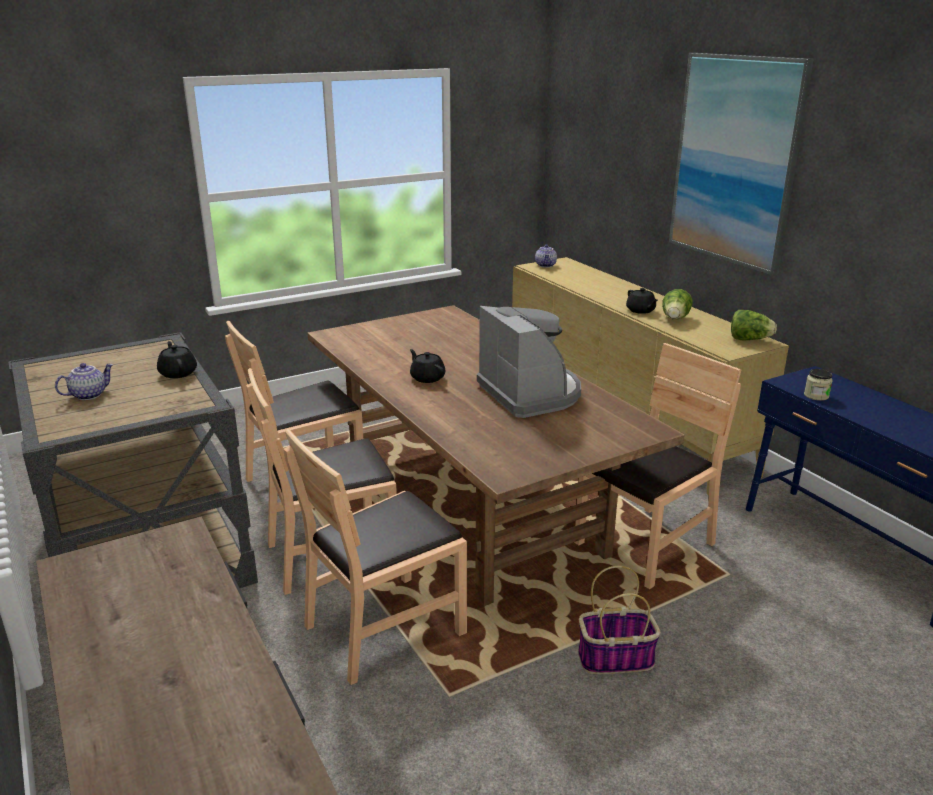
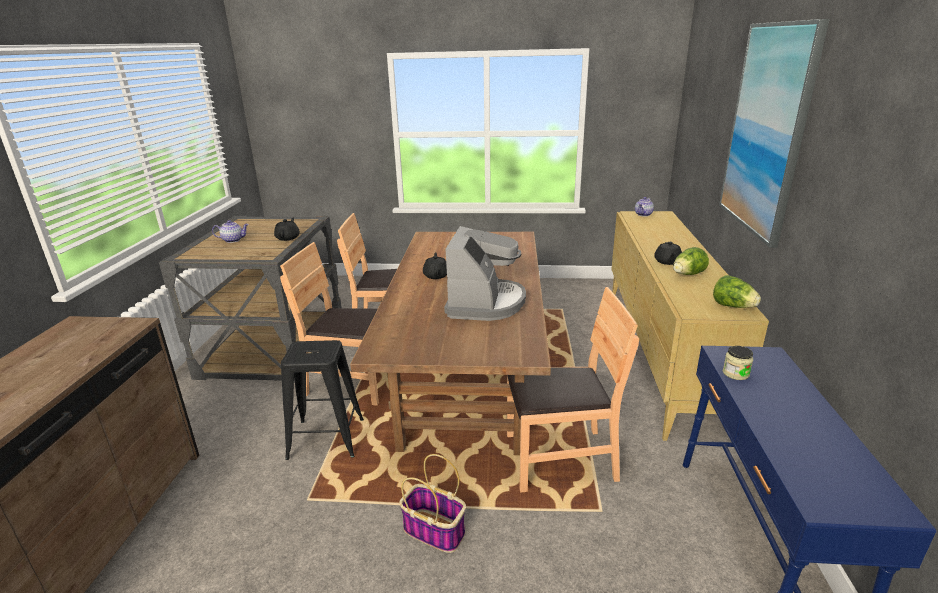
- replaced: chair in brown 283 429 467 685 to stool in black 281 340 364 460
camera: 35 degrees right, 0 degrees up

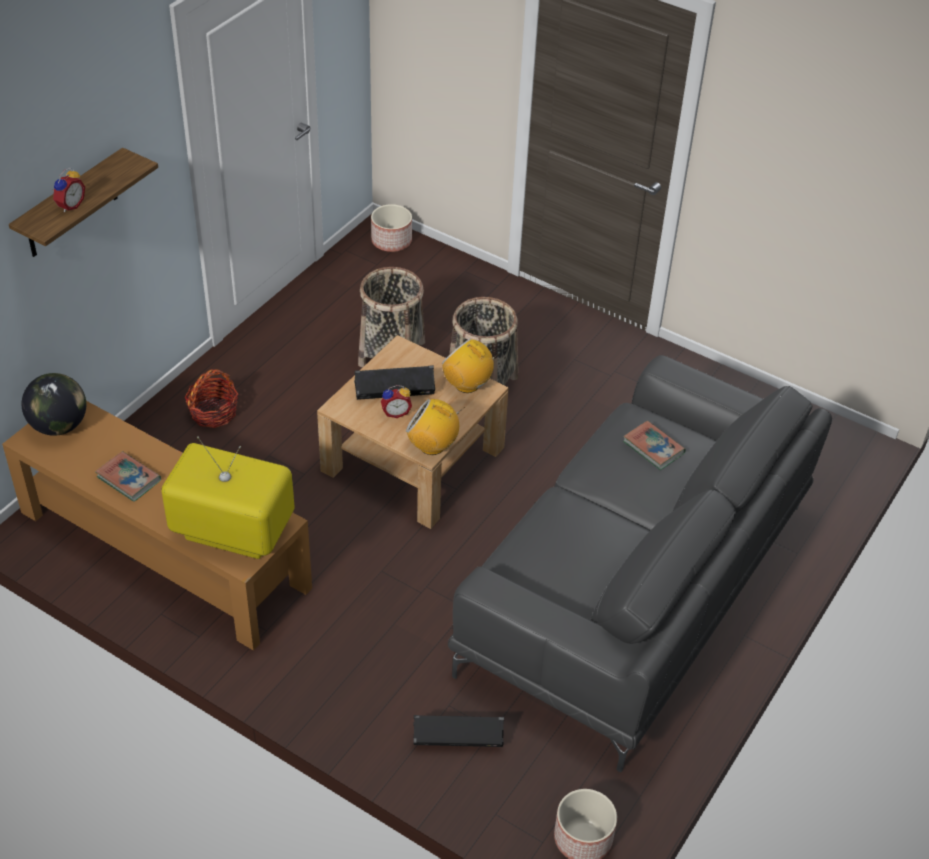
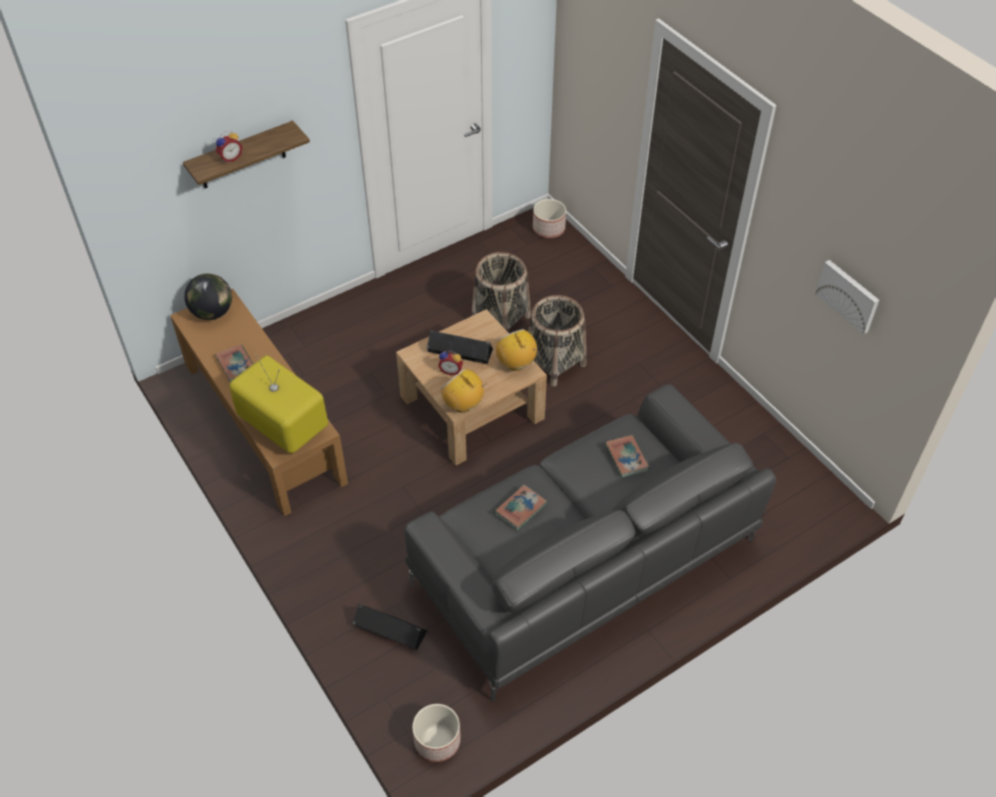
- removed: basket 185 369 238 428
- added: picture 815 260 879 334
- added: book 494 485 547 531
camera: 25 degrees right, 5 degrees up

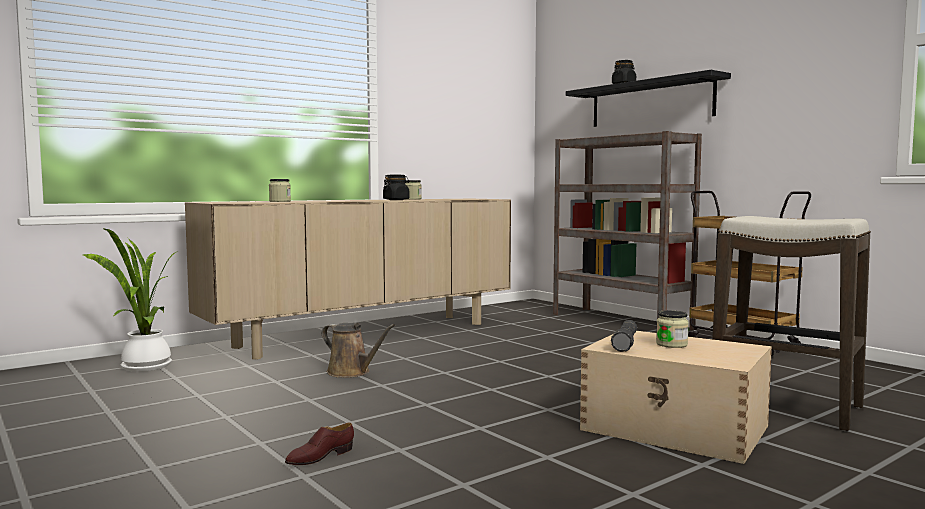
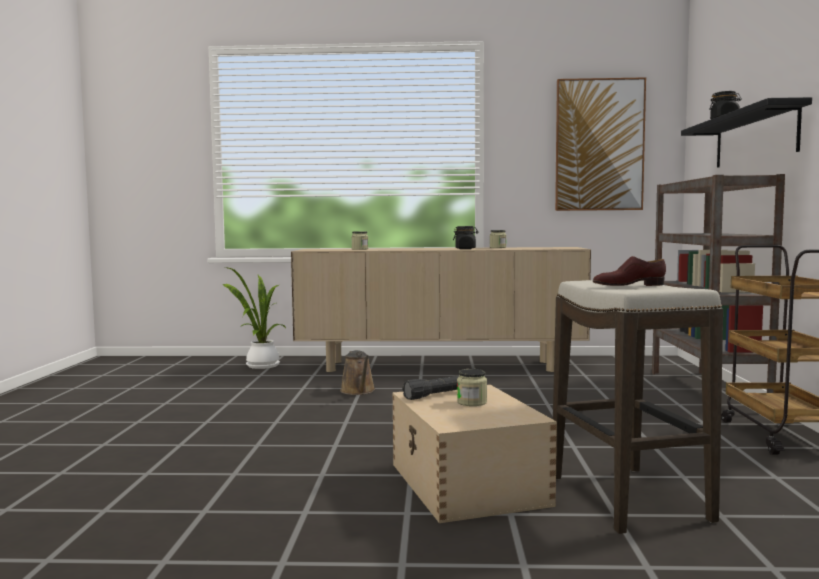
- moved: shoe in brown 285 423 354 465 to 593 256 666 286
- added: picture 555 77 646 211
camera: 40 degrees right, 0 degrees up

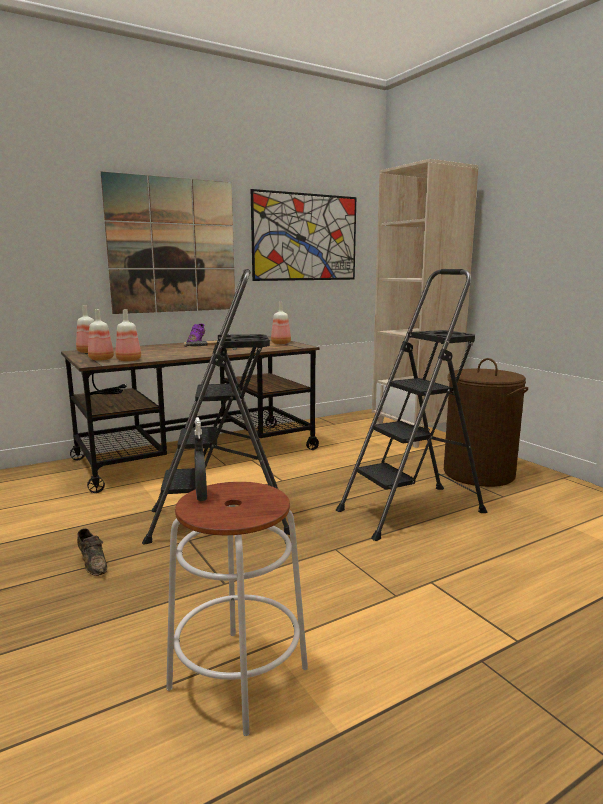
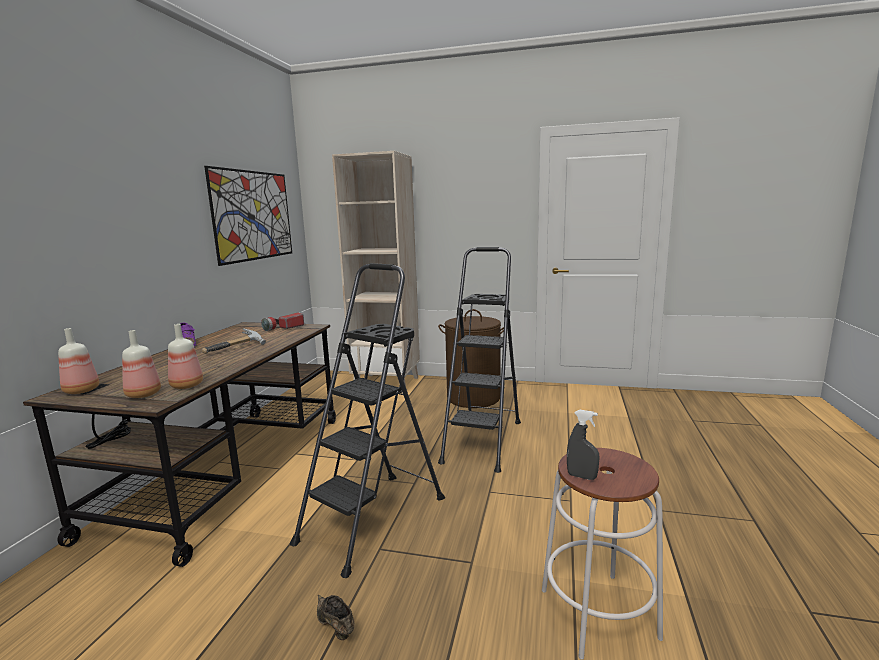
- removed: picture 101 172 235 314
- replaced: bottle 271 302 291 344 to flashlight 261 313 304 331
- turned: shoe in brown 77 528 107 576 = 317 595 355 640 135 degrees counterclockwise
camera: 45 degrees left, 0 degrees up

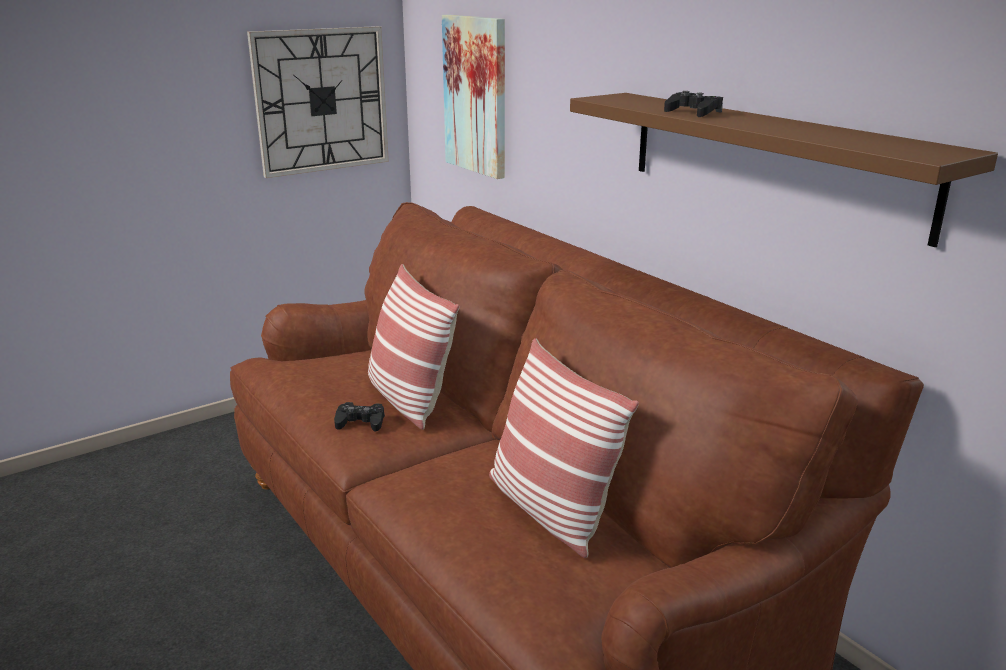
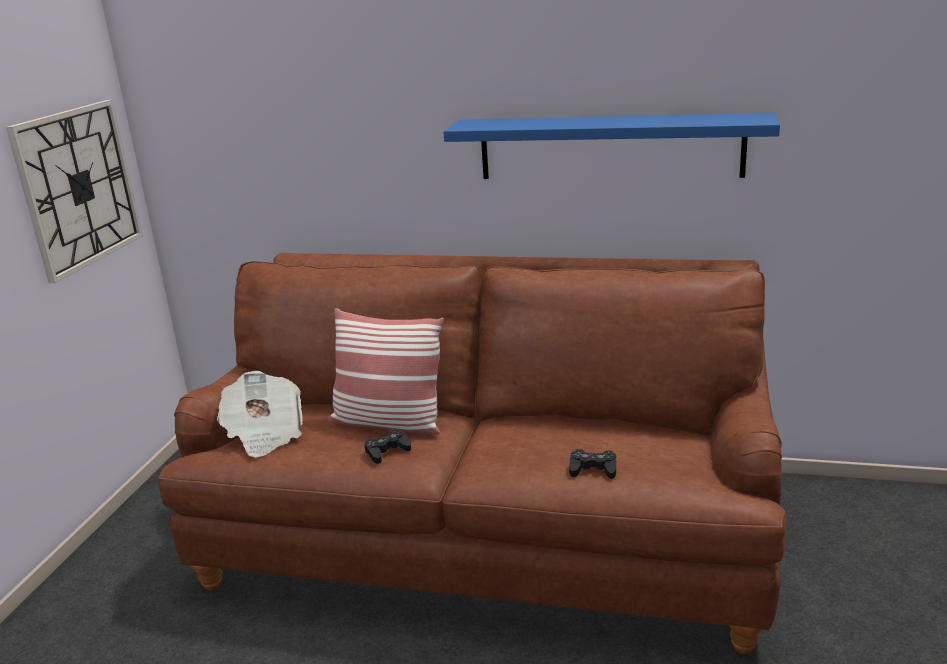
- removed: picture 442 15 505 179
- moved: game controller in black 664 91 723 117 to 569 449 616 479
- recoloured: shelf in brown 570 93 998 247 to shelf in blue 443 113 780 179
- removed: pillow 489 338 639 558
- added: newspaper 217 371 303 458
camera: 40 degrees left, 0 degrees up

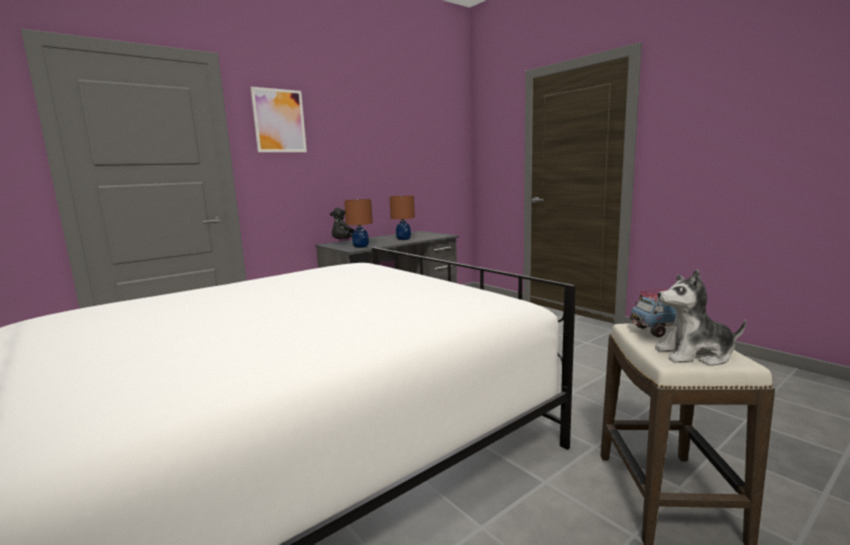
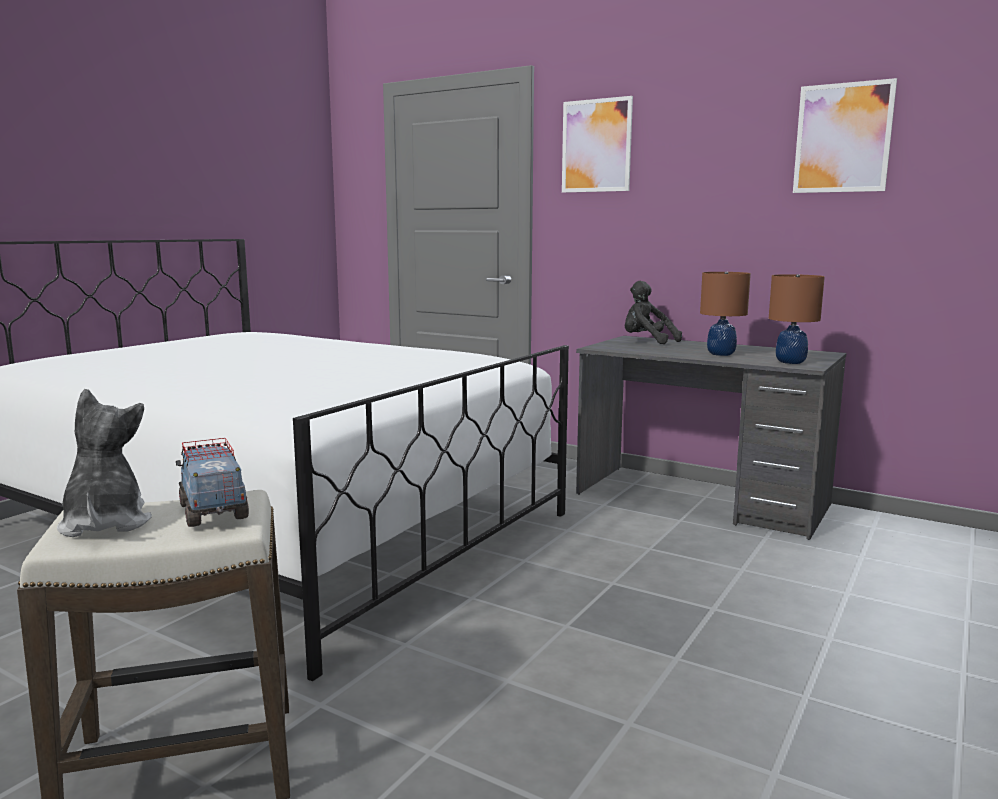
- moved: table lamp in brown 344 199 373 248 to 769 274 825 364
- added: picture 793 78 897 193
camera: 70 degrees right, 0 degrees up

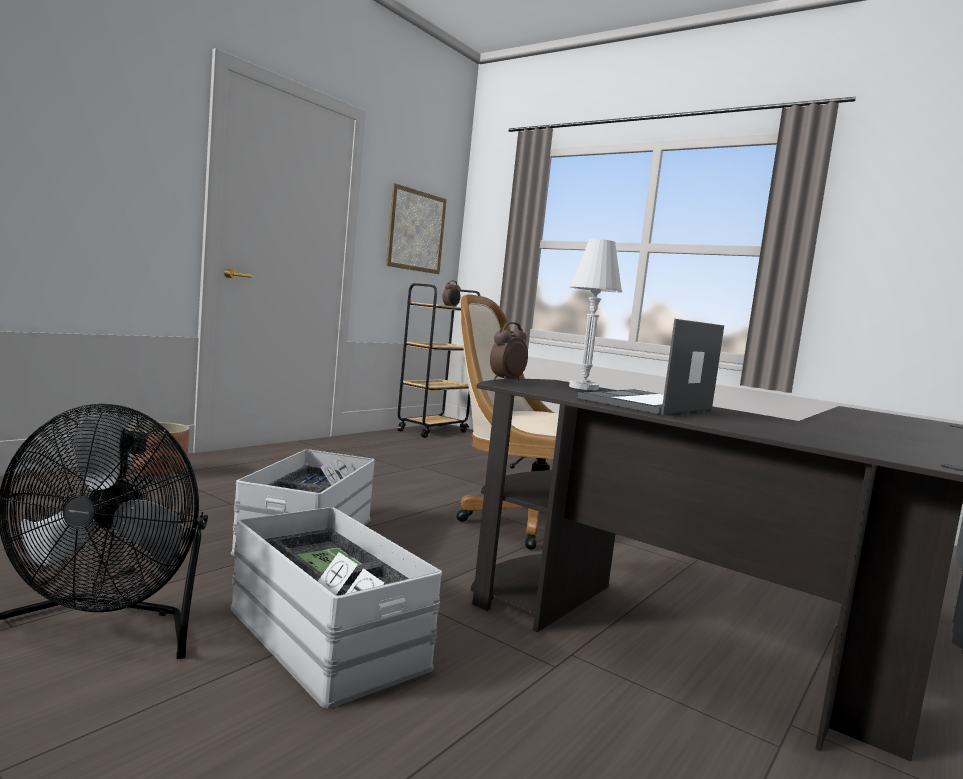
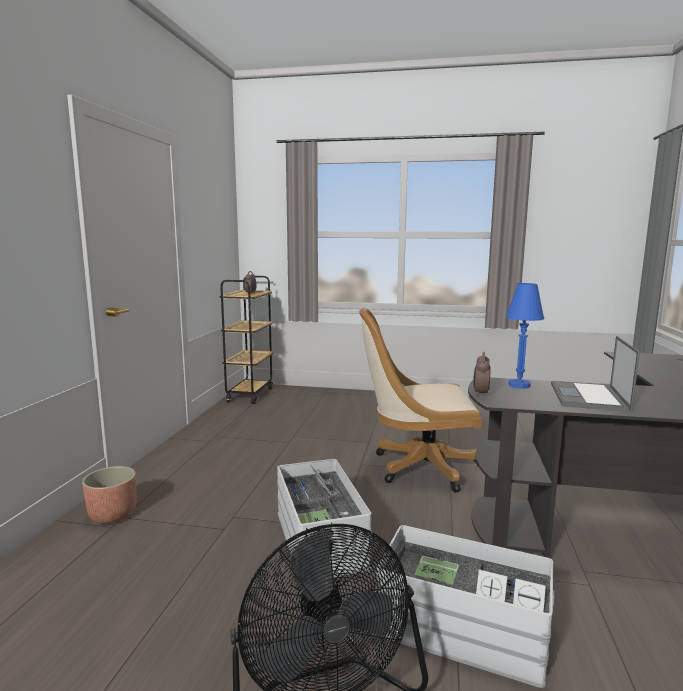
- removed: picture 386 183 447 274
- recoloured: table lamp in white 569 239 622 390 to table lamp in blue 506 283 544 388
camera: 25 degrees left, 5 degrees up

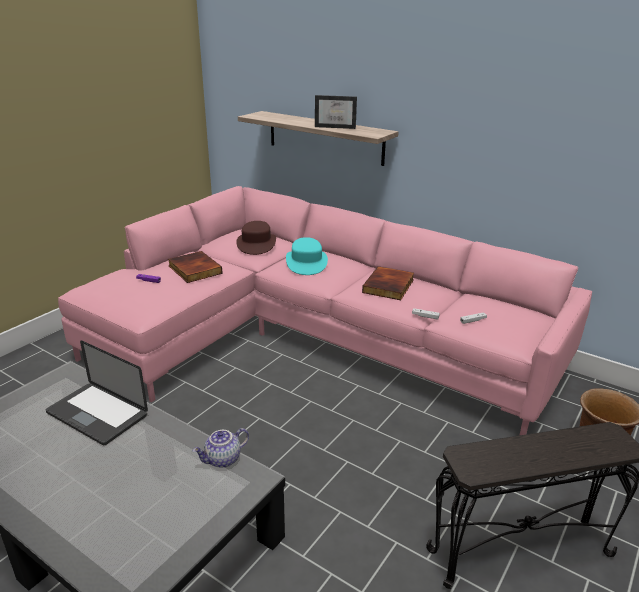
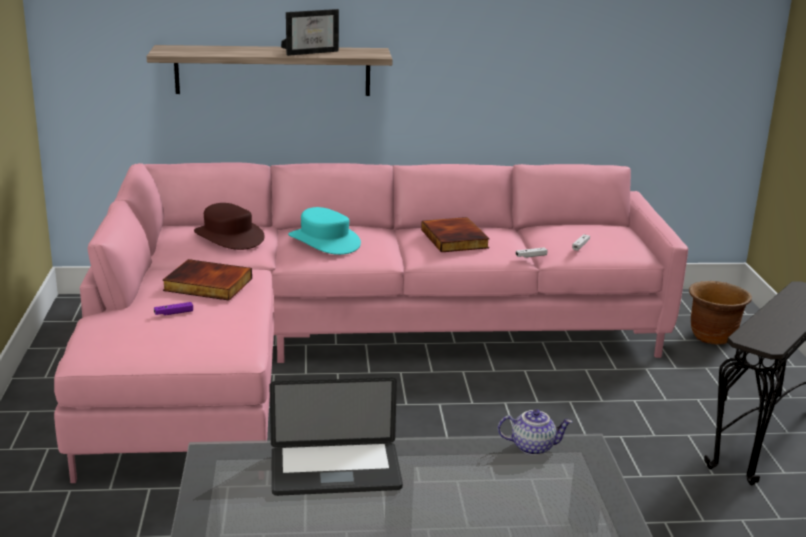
- turned: teapot 193 428 249 468 = 498 409 573 455 105 degrees counterclockwise
camera: 40 degrees left, 5 degrees down

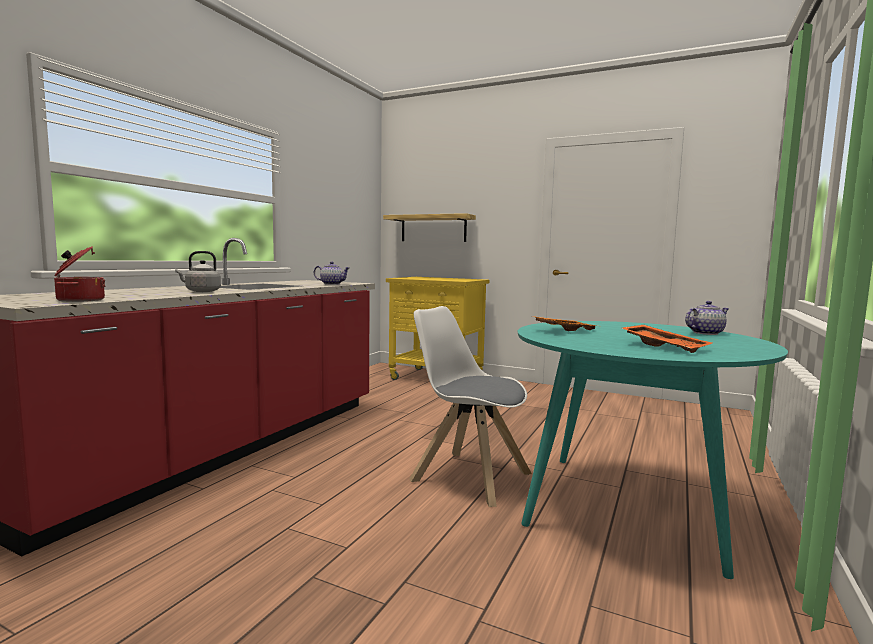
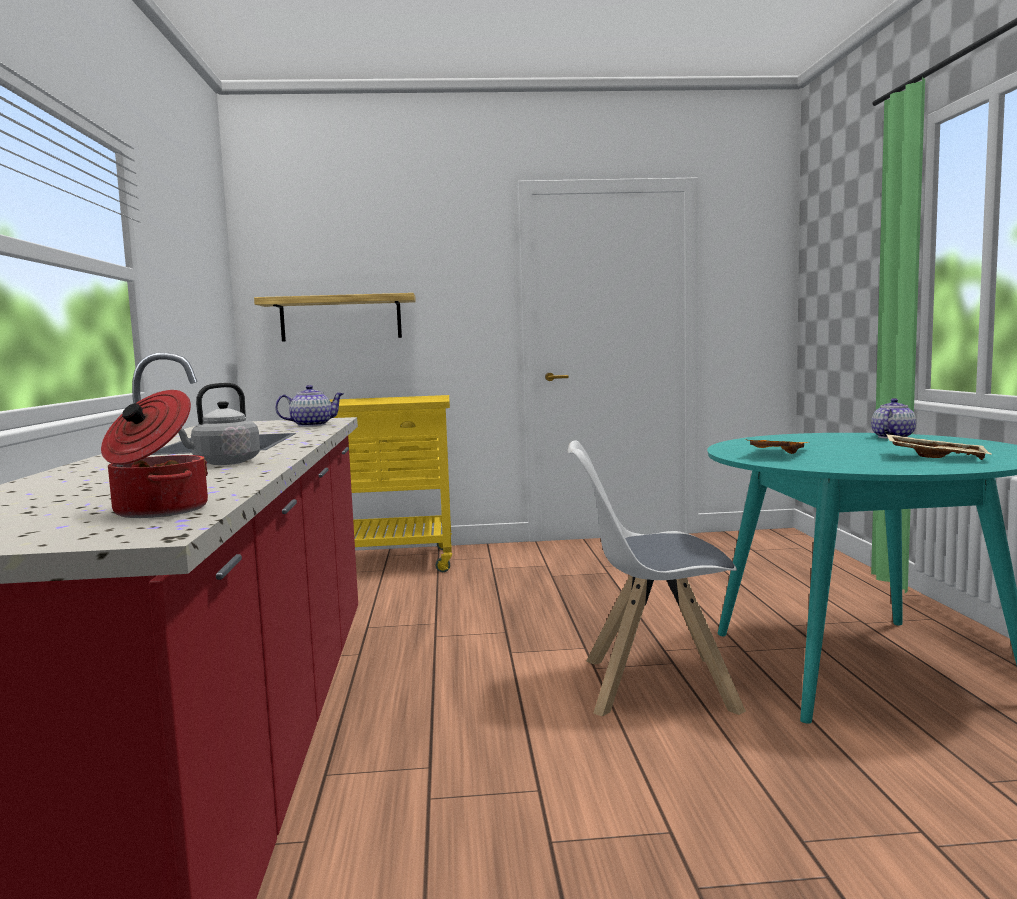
- recoloured: tray in orange 622 325 712 353 to tray in beige 886 434 993 460
camera: 30 degrees left, 0 degrees up

